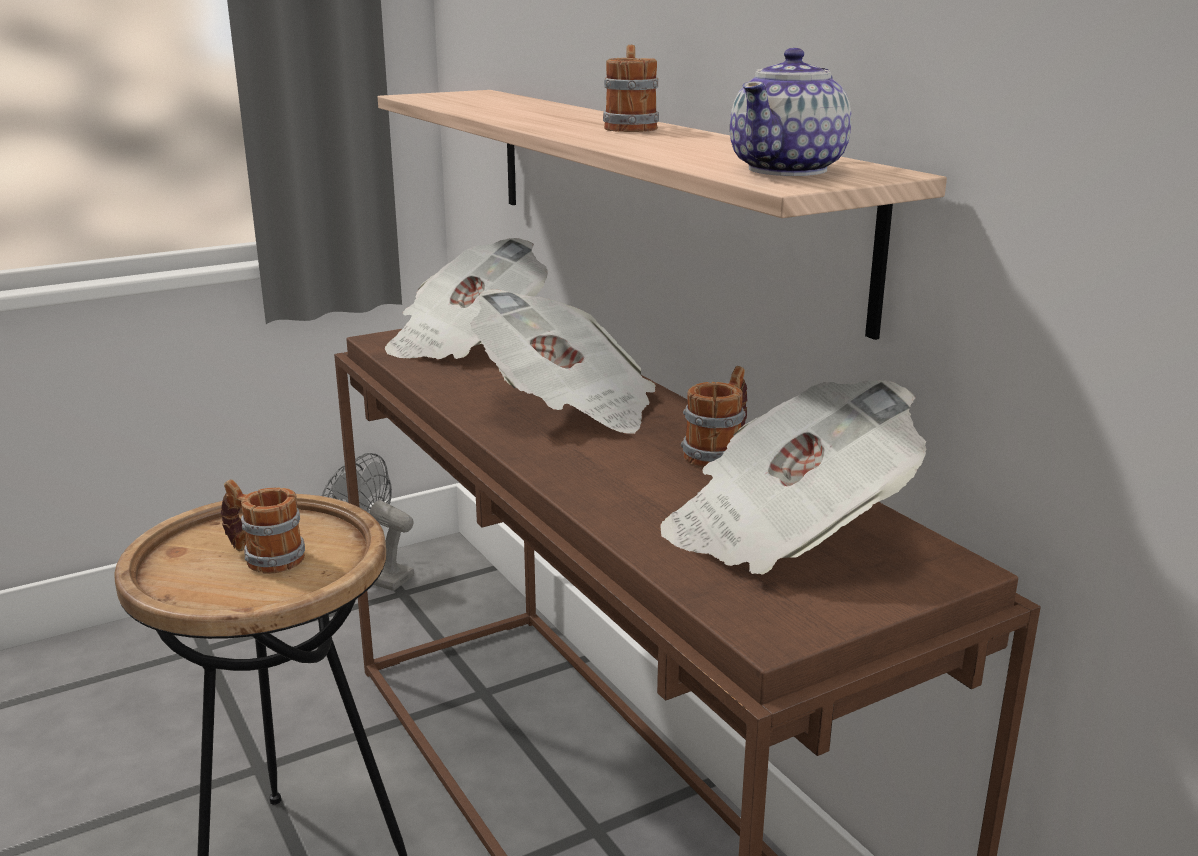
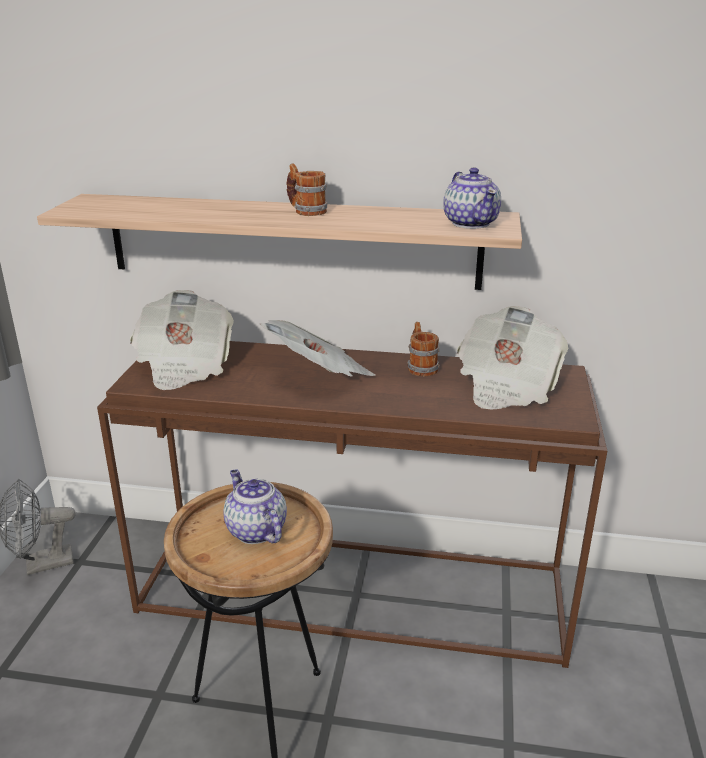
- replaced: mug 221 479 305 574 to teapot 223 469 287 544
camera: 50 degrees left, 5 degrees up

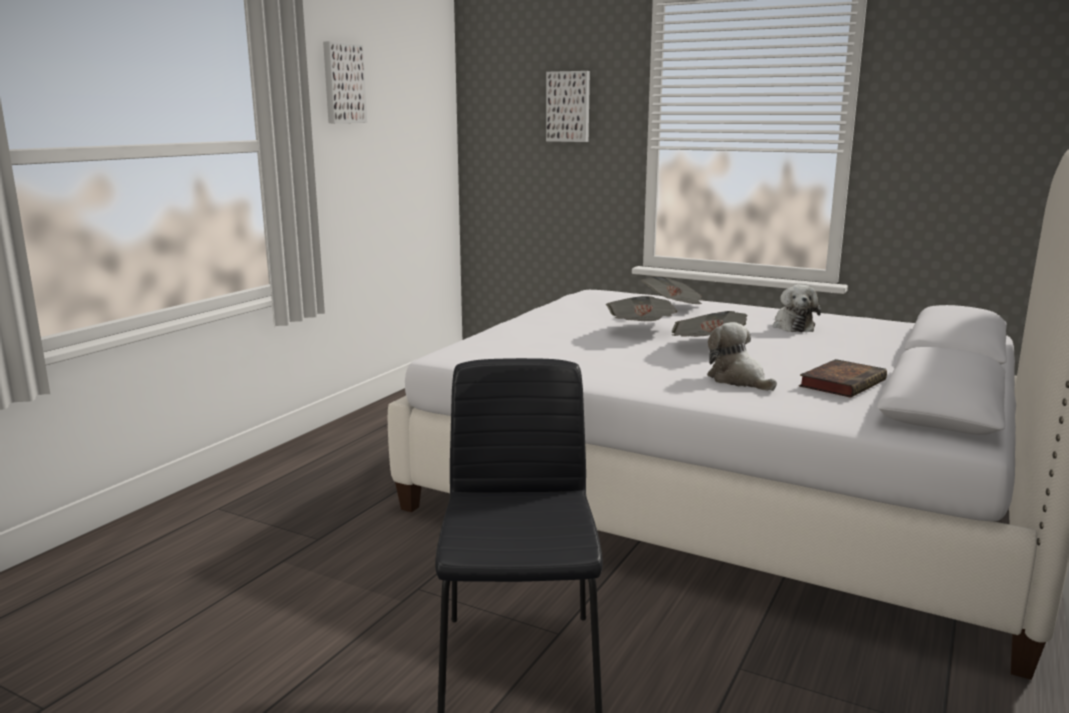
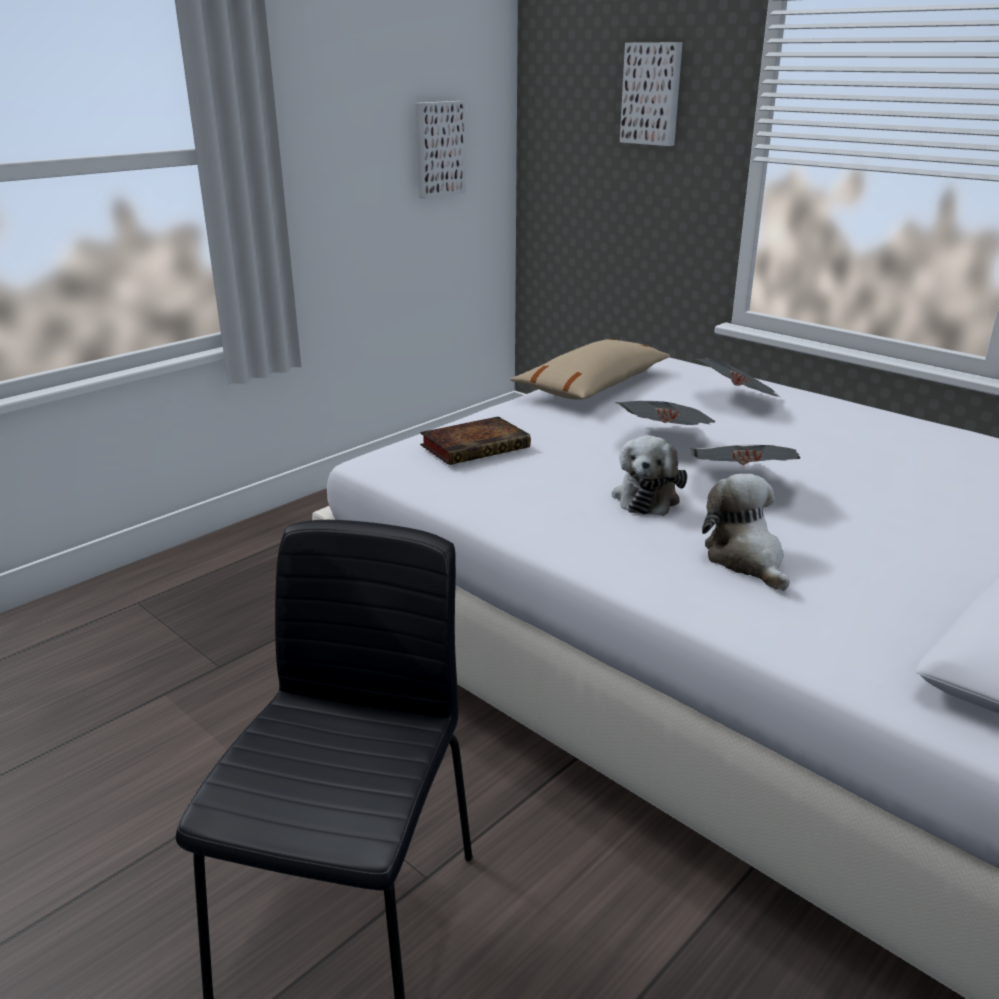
- moved: picture 323 41 367 123 to 416 101 466 198
- moved: plush toy 773 284 821 332 to 612 435 687 516
- moved: book 799 359 887 398 to 420 417 531 465
- added: pillow in beige 511 339 671 400
camera: 15 degrees right, 10 degrees up

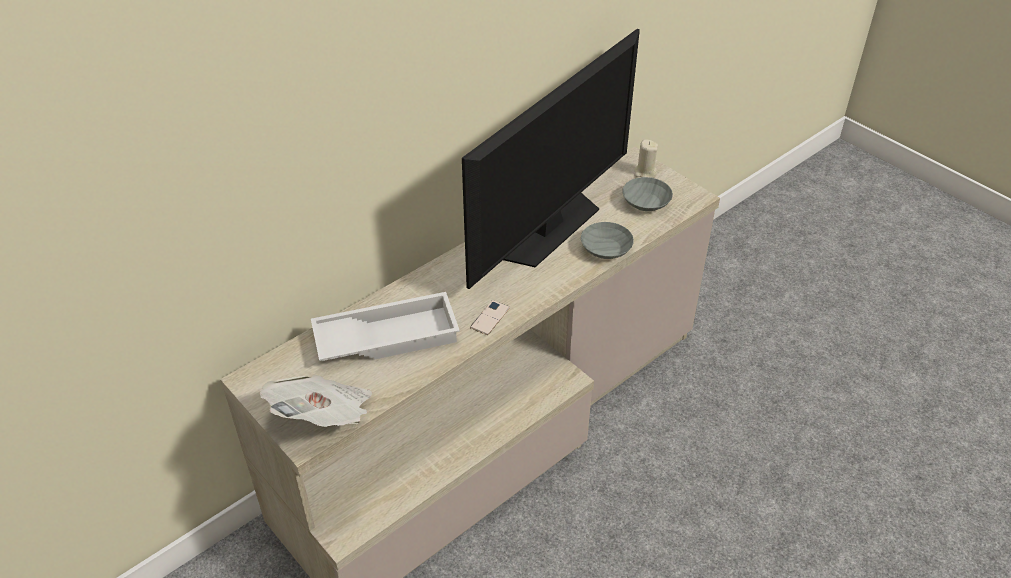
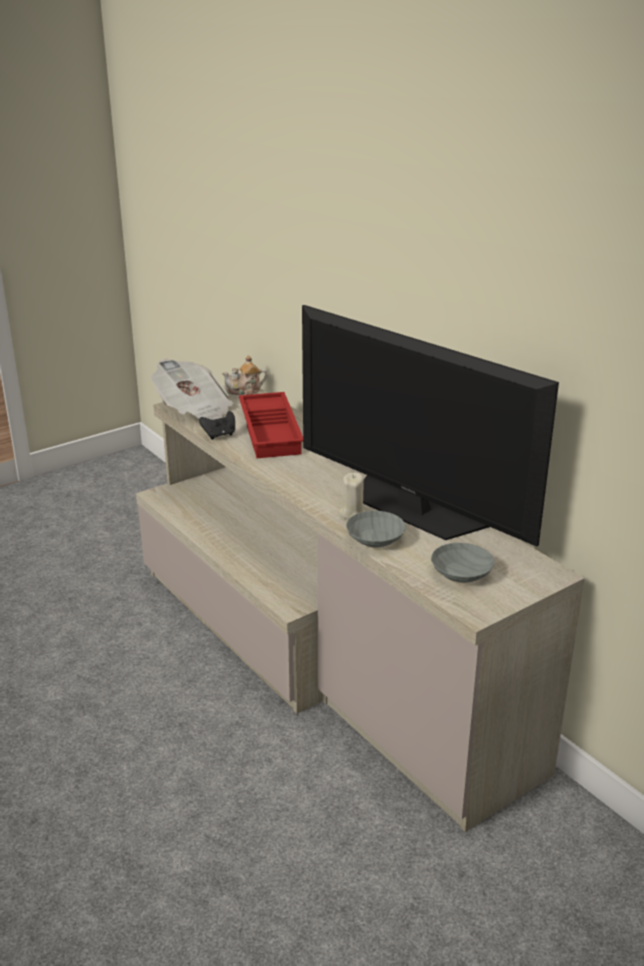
- moved: candle in beige 634 139 658 178 to 340 473 365 519
- recoloured: tray in white 311 292 460 361 to tray in red 239 392 303 458
- removed: phone 470 300 510 335
- added: teapot 222 355 268 395
- added: game controller in black 199 411 235 440
camera: 95 degrees right, 15 degrees down

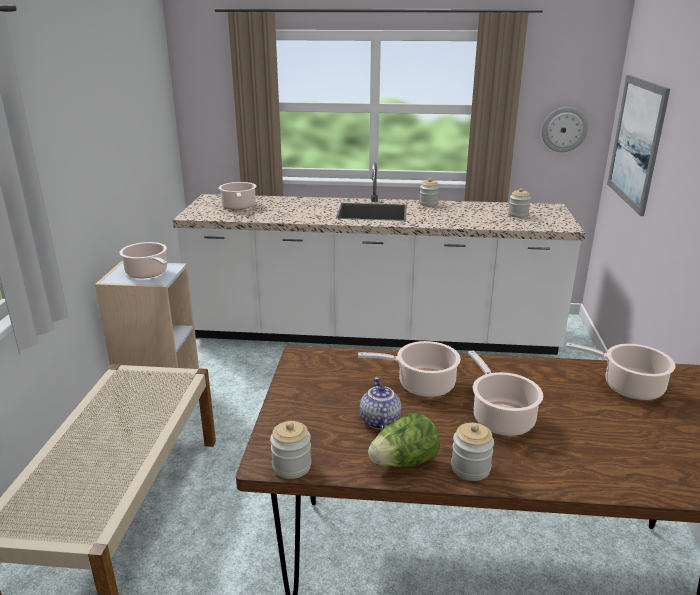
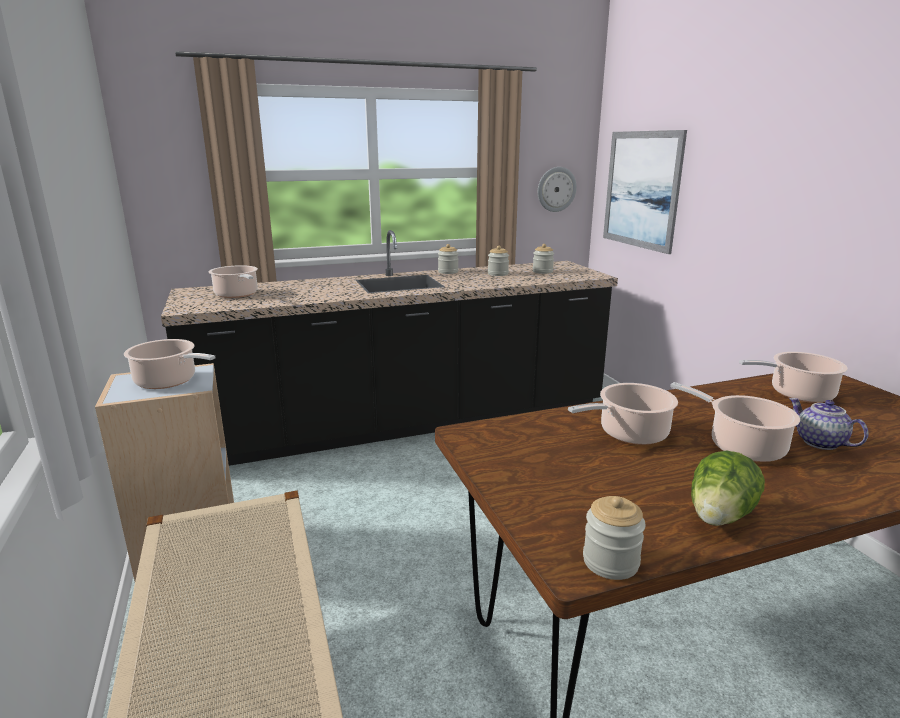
- recoloured: counter in white 173 162 585 355 to counter in black 161 230 618 466
- moved: teapot 360 377 401 430 to 789 398 868 450
- moved: jar 451 423 494 481 to 488 246 509 276
camera: 25 degrees left, 5 degrees down

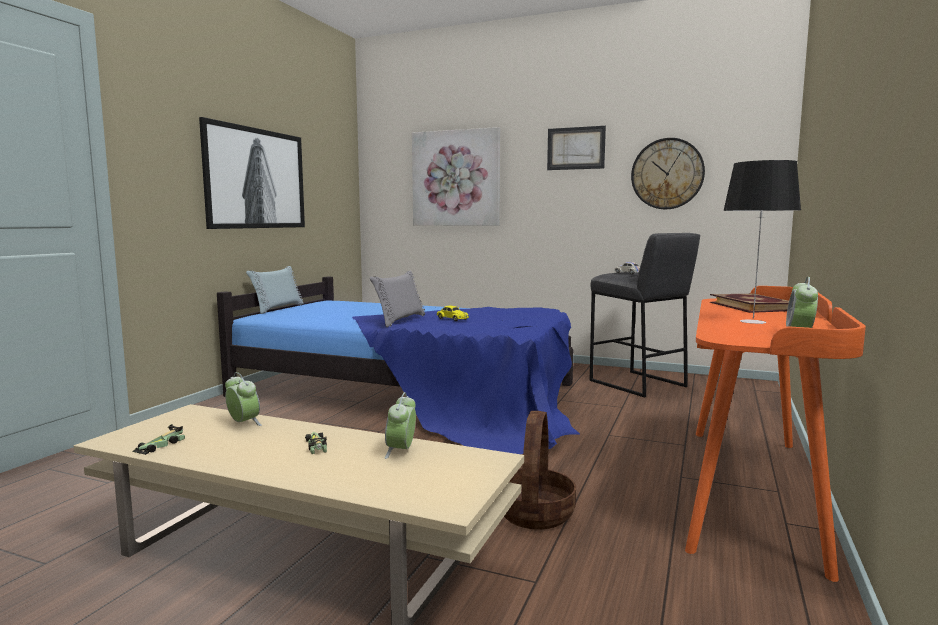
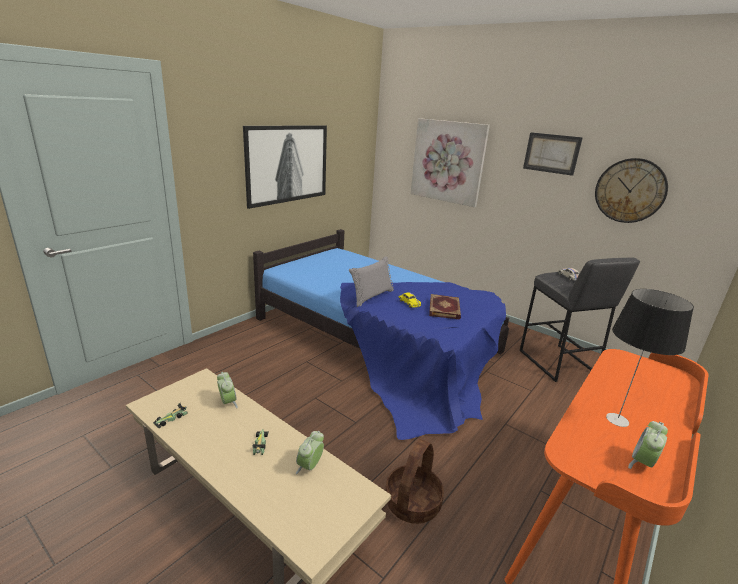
- removed: pillow in blue 246 266 303 314
- moved: book 710 293 789 313 to 429 294 461 319
camera: 15 degrees right, 15 degrees up

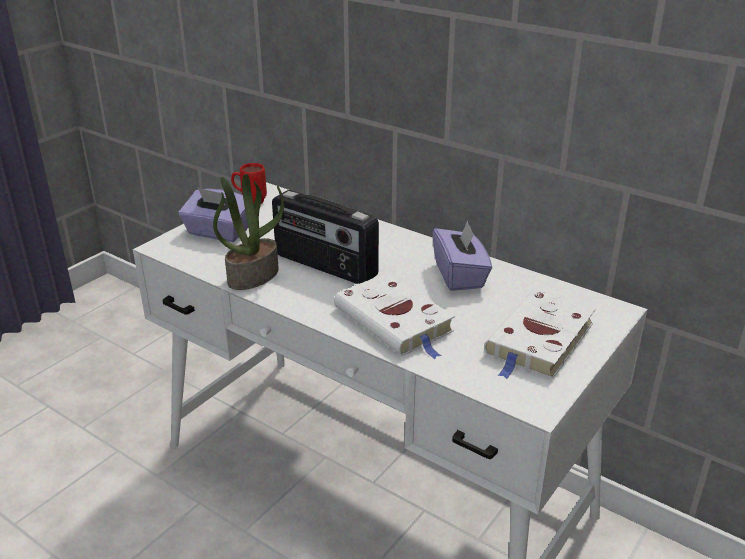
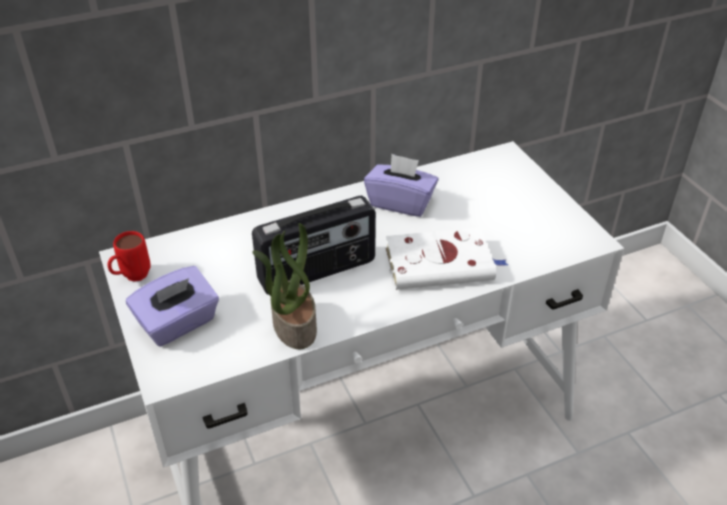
- removed: book in white 484 290 596 379
camera: 60 degrees left, 10 degrees up

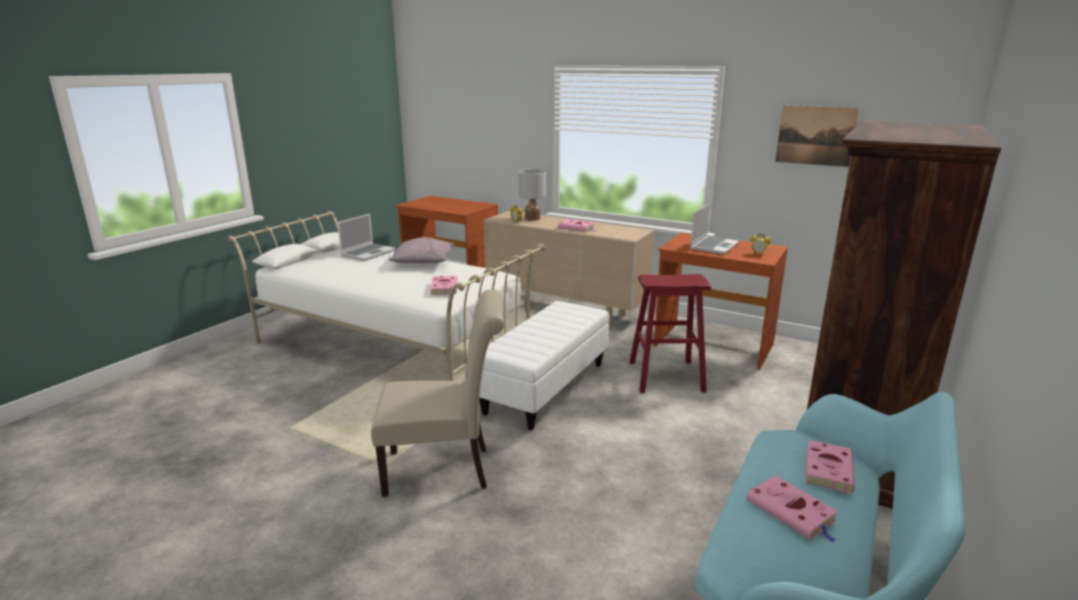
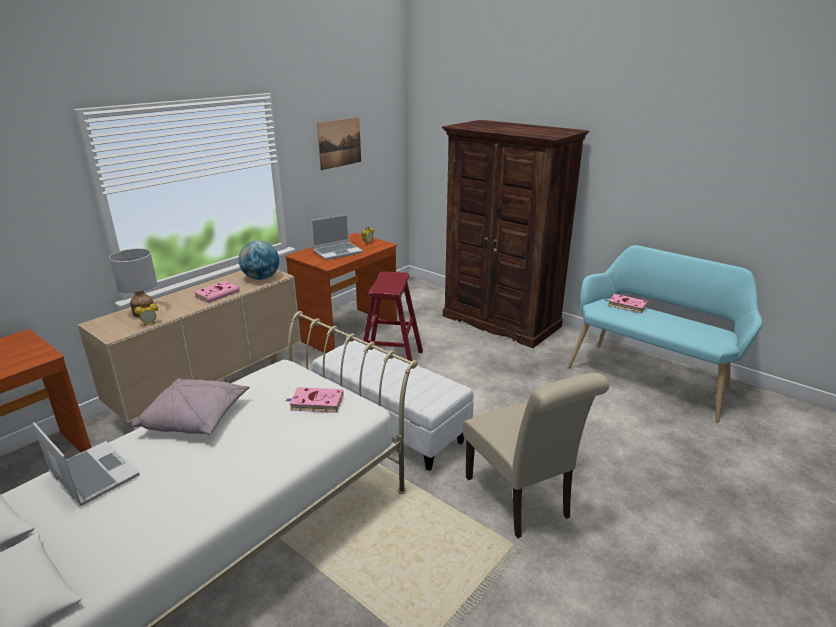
- turned: laptop 690 204 739 255 = 311 214 363 260 105 degrees clockwise
- turned: chair in beige 371 289 504 497 = 463 373 609 538 150 degrees clockwise
- removed: book in pink 747 475 838 543
- added: globe 239 240 279 280
camera: 80 degrees left, 5 degrees up

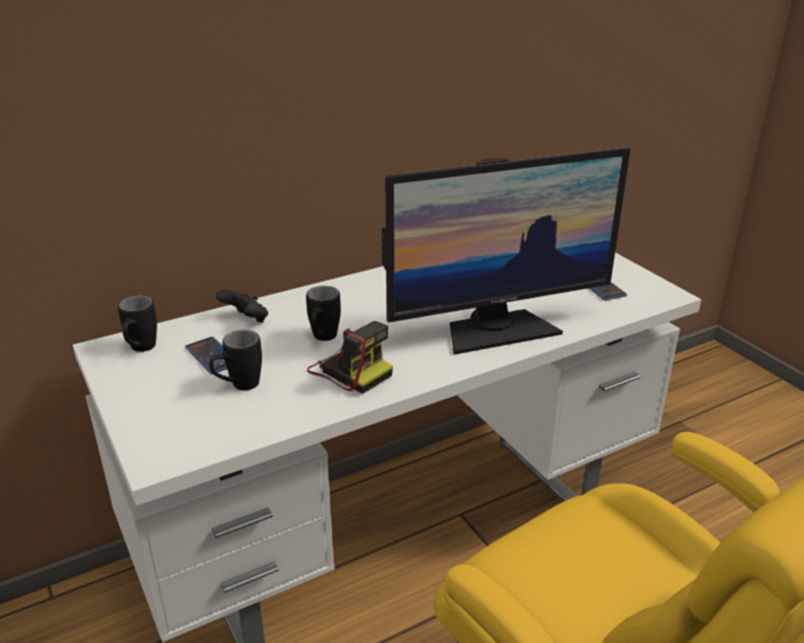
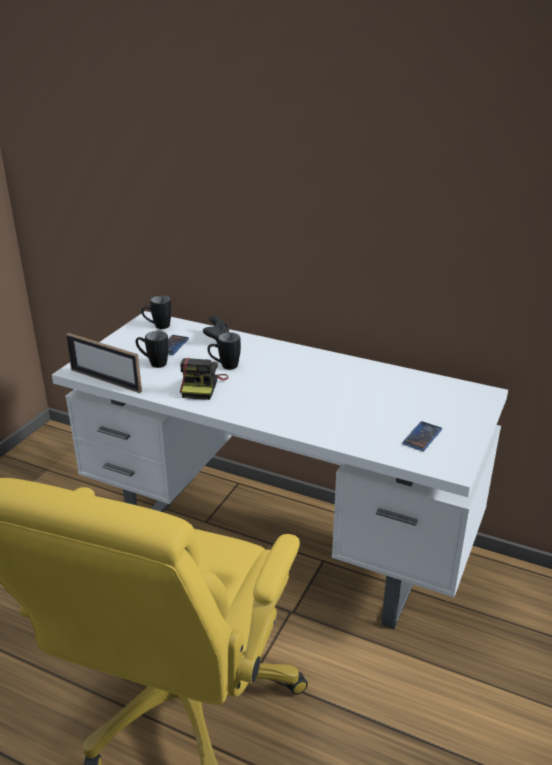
- removed: monitor 382 147 630 355
- added: picture frame 66 333 142 393
camera: 55 degrees right, 0 degrees up

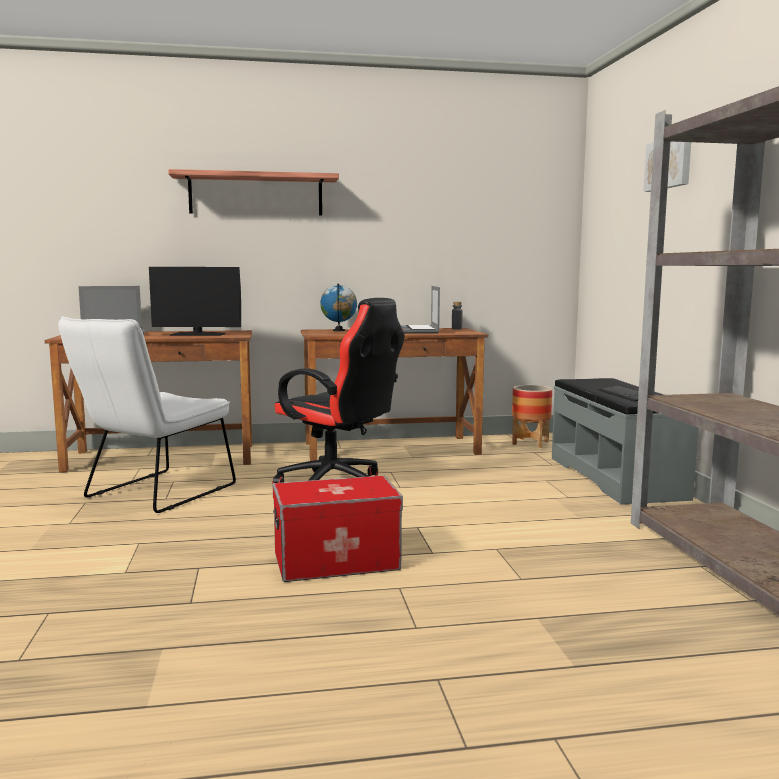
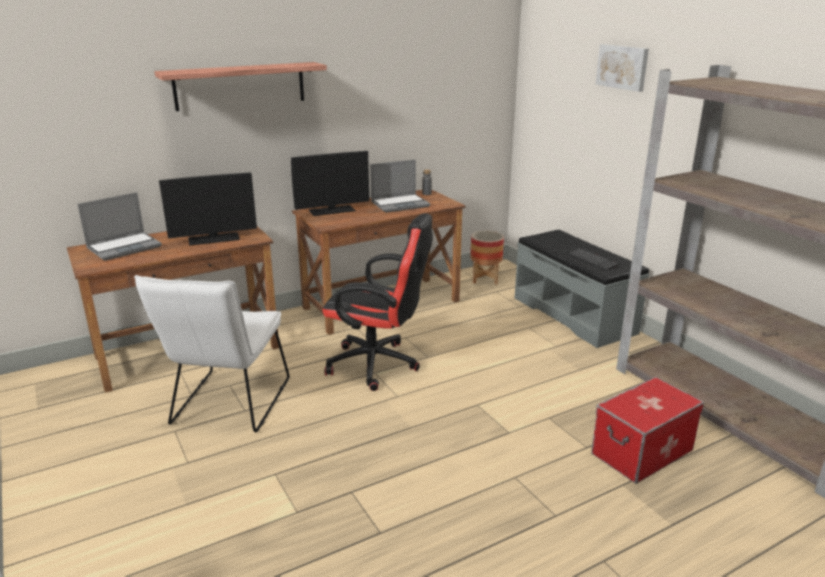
- replaced: globe 320 284 357 331 to monitor 291 151 369 216
- turned: laptop 401 286 440 334 = 370 160 430 213 90 degrees counterclockwise
- moved: storage box 272 475 403 582 to 591 377 704 484
camera: 20 degrees left, 15 degrees up

